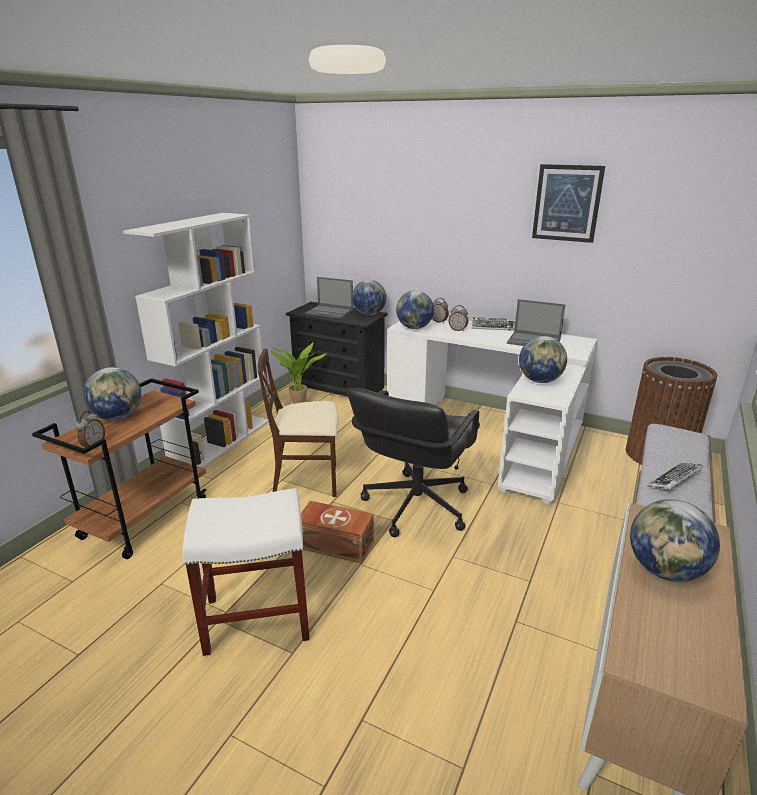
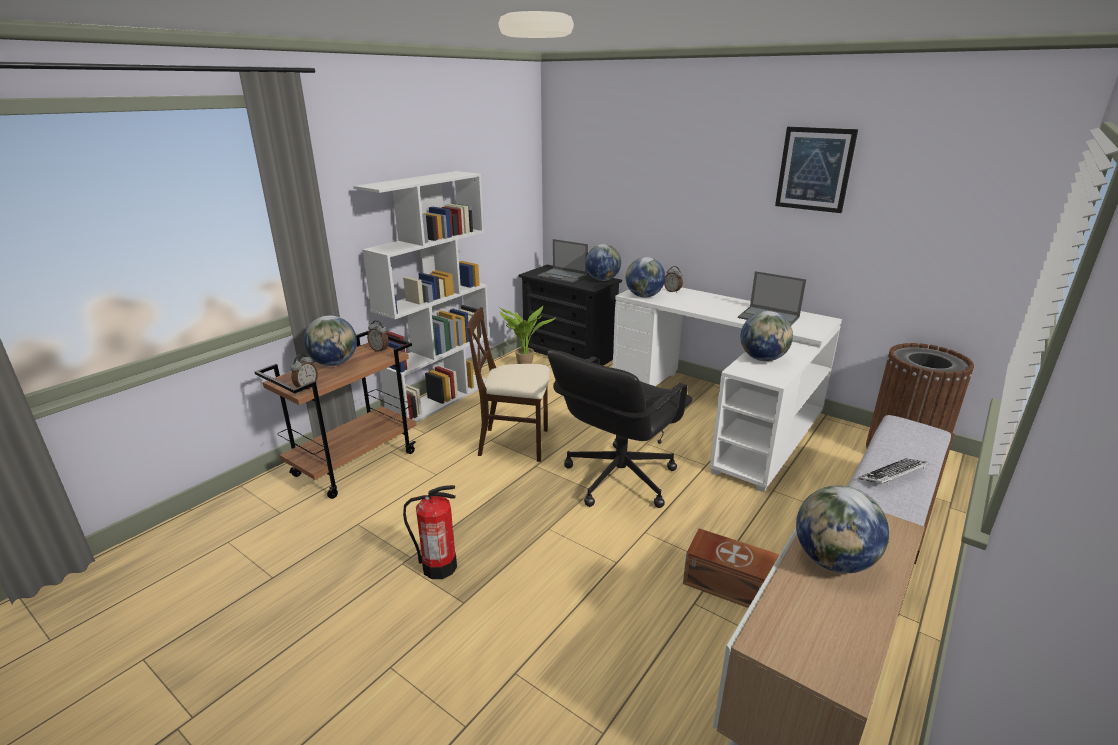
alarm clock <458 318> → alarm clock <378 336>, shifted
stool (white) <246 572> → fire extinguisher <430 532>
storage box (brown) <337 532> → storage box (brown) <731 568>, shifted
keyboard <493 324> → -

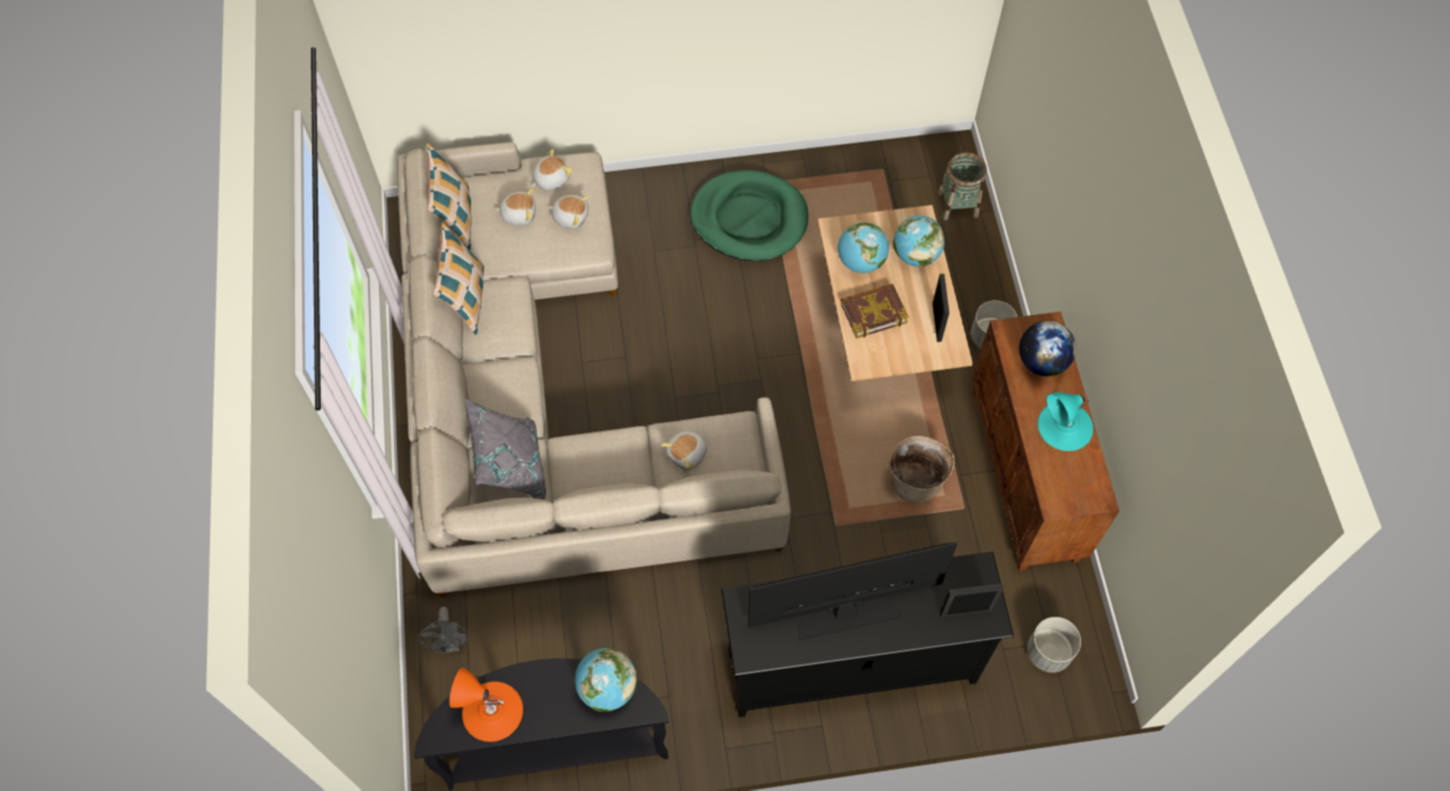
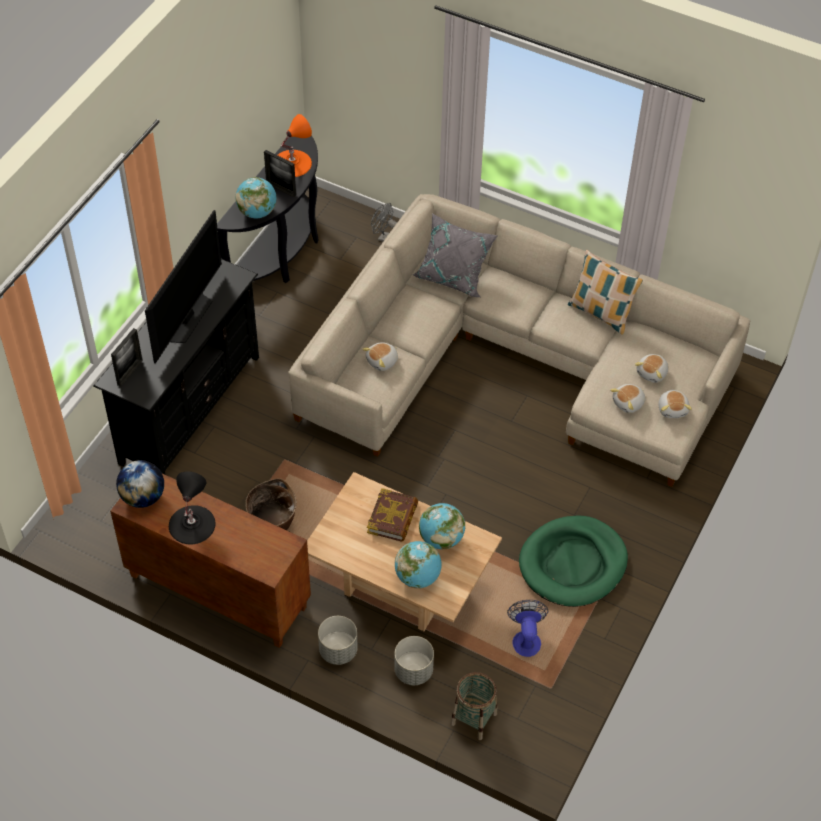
globe <1047 348> → globe <140 484>, shifted
table lamp (turquoise) <1065 421> → table lamp (black) <192 508>
picture frame <940 308> → picture frame <280 173>, shifted
plush toy <684 450> → plush toy <380 356>, 120 degrees counterclockwise
planter (grey) <1054 645> → planter (grey) <414 660>, shifted
- → fan <527 628>
pillow <449 196> → -

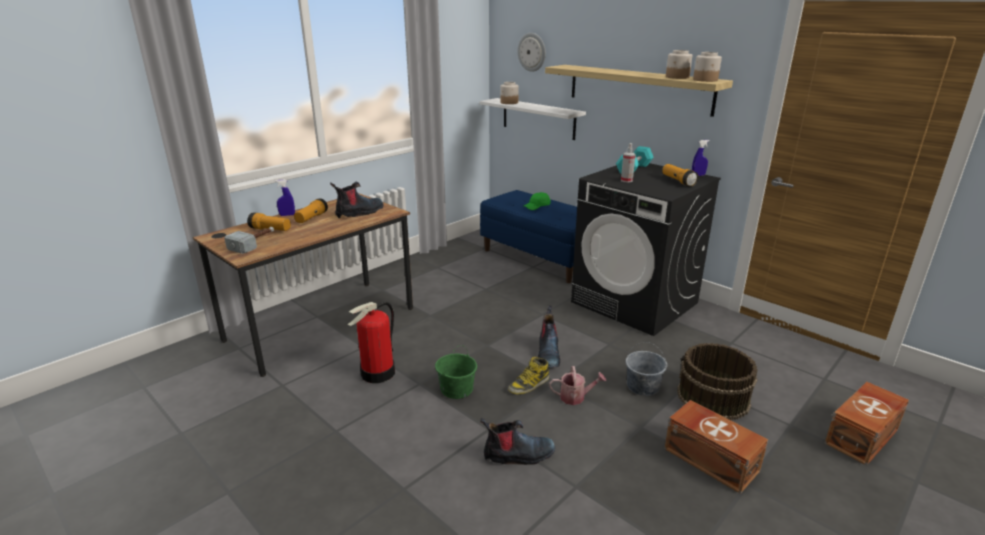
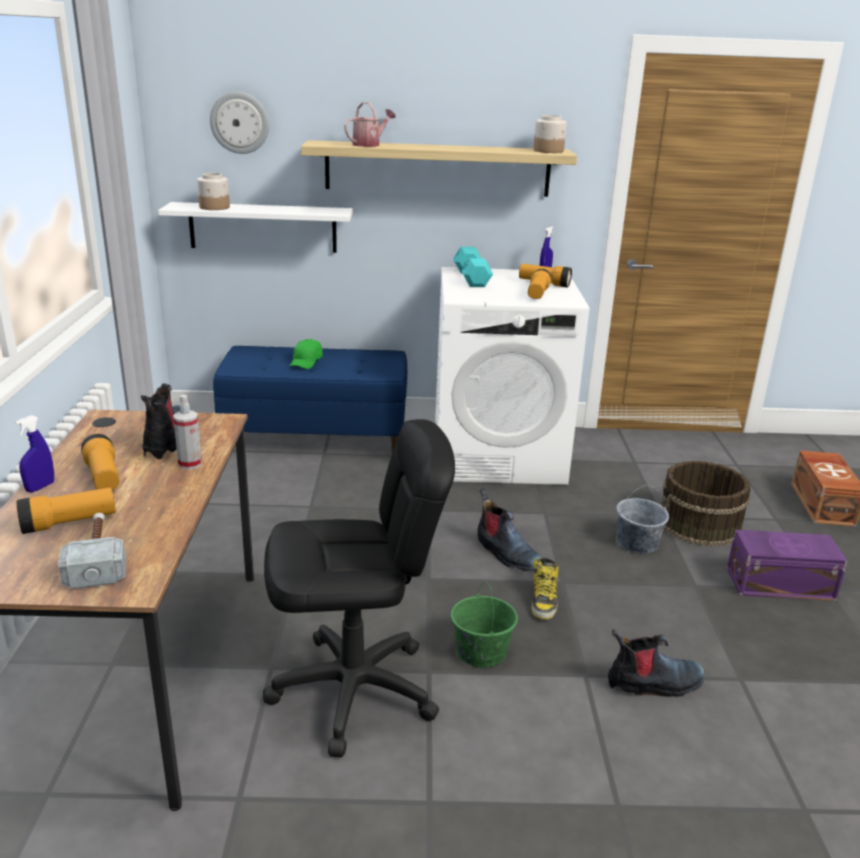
spray bottle <628 162> → spray bottle <187 432>, shifted
fire extinguisher <371 342> → office chair (black) <359 588>
watering can <577 385> → watering can <370 124>, shifted
washing machine (black) <646 249> → washing machine (white) <512 376>
- → flashlight <540 284>
boot <517 441> → boot <656 663>, 45 degrees clockwise
storage box (brown) <716 447> → storage box (purple) <787 565>
jar <679 64> → -

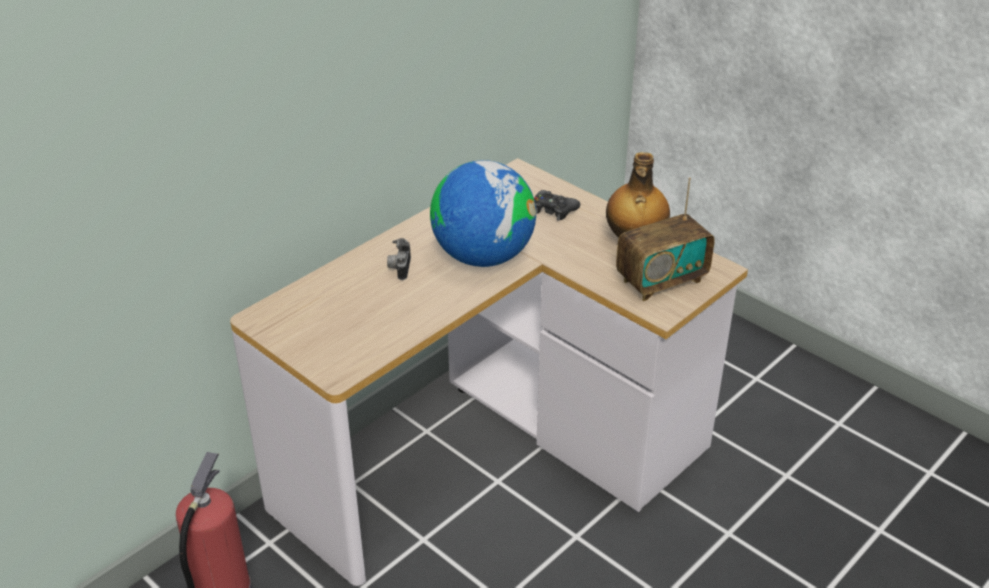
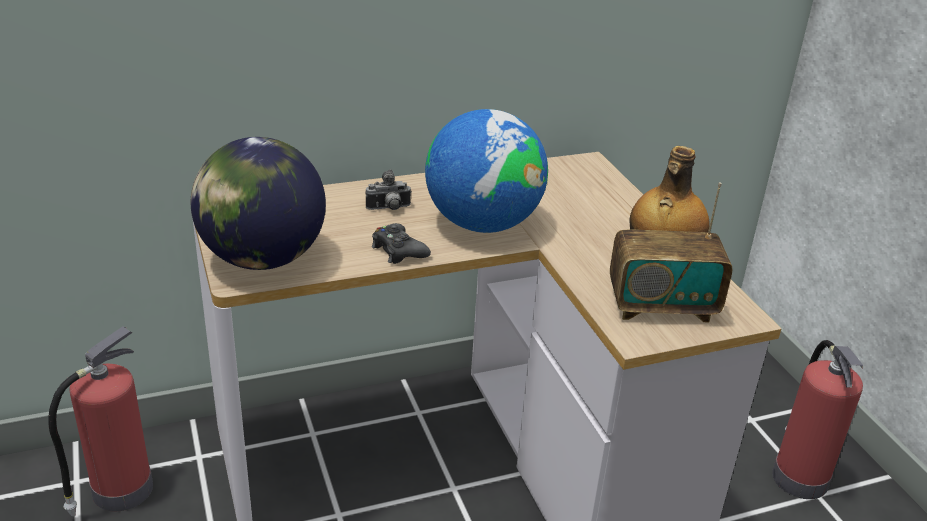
- → globe <258 203>
photo camera <399 259> → photo camera <389 189>, 135 degrees counterclockwise
game controller (black) <557 205> → game controller (black) <401 243>, shifted
- → fire extinguisher <817 419>

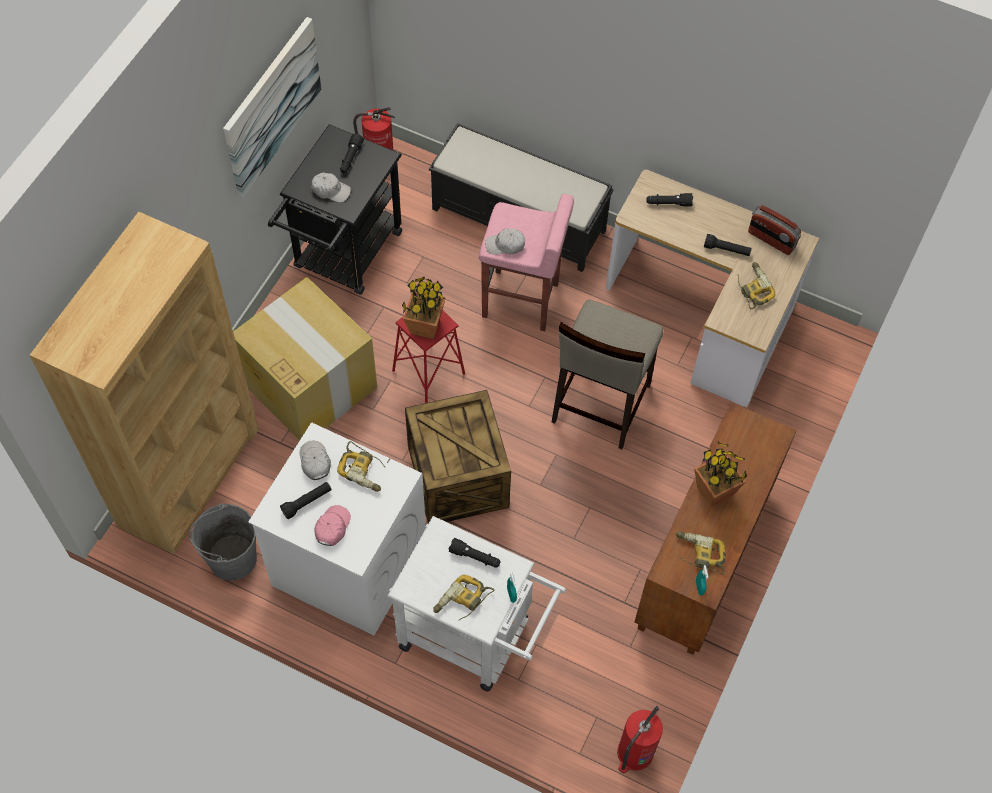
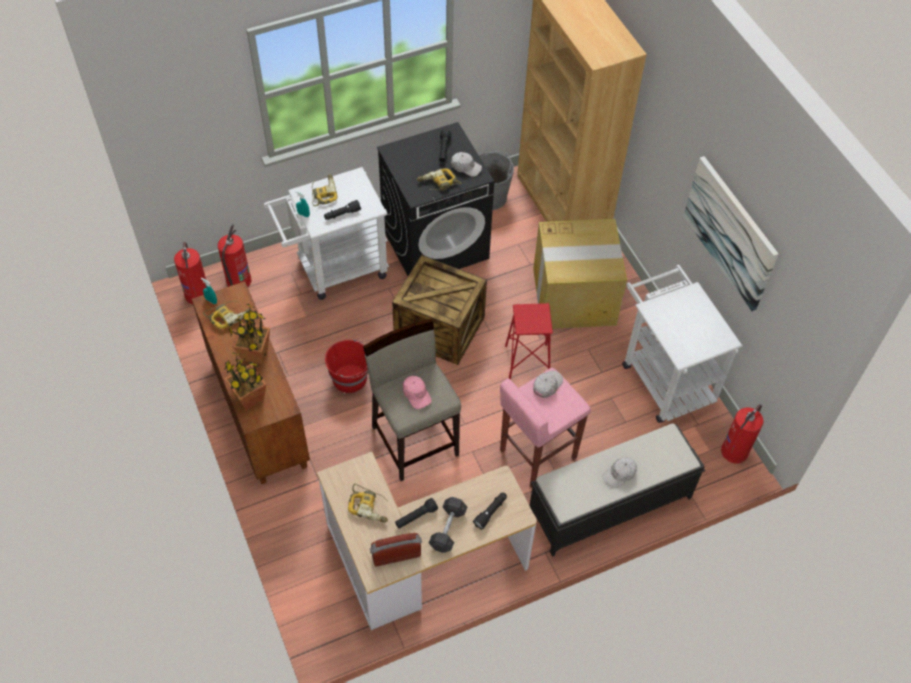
- → fire extinguisher <235 255>
potted plant <424 308> → potted plant <245 381>, shifted
- → bucket (red) <346 366>
washing machine (white) <337 529> → washing machine (black) <435 199>
cap (pink) <332 525> → cap (pink) <417 392>, shifted
- → dumbbell (grey) <448 525>
cap (white) <331 188> → cap (white) <620 472>, shifted
cart (black) <335 209> → cart (white) <682 344>
flashlight (black) <352 154> → -

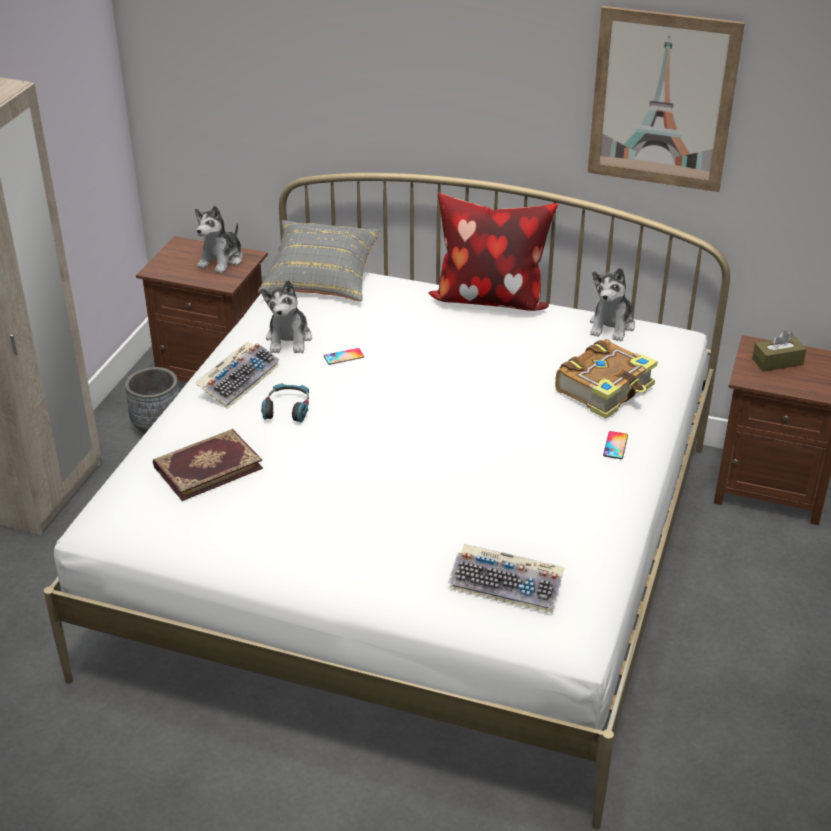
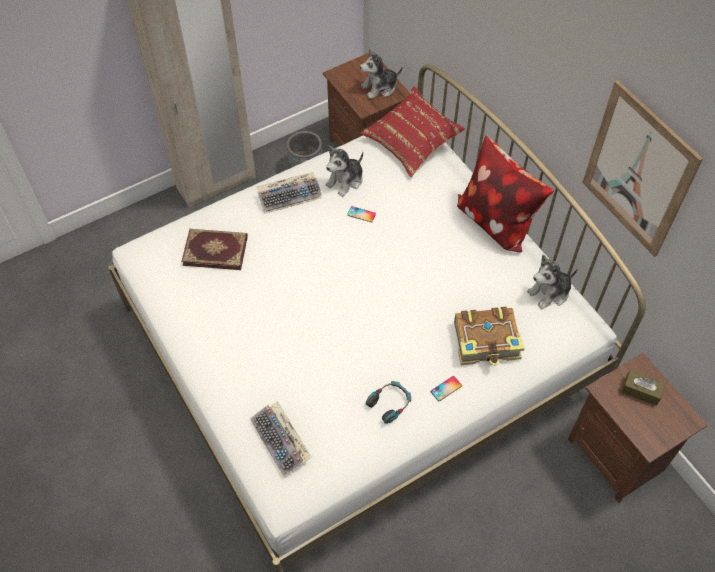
pillow (grey) <319 261> → pillow (red) <412 131>
headphones <285 402> → headphones <388 402>, shifted

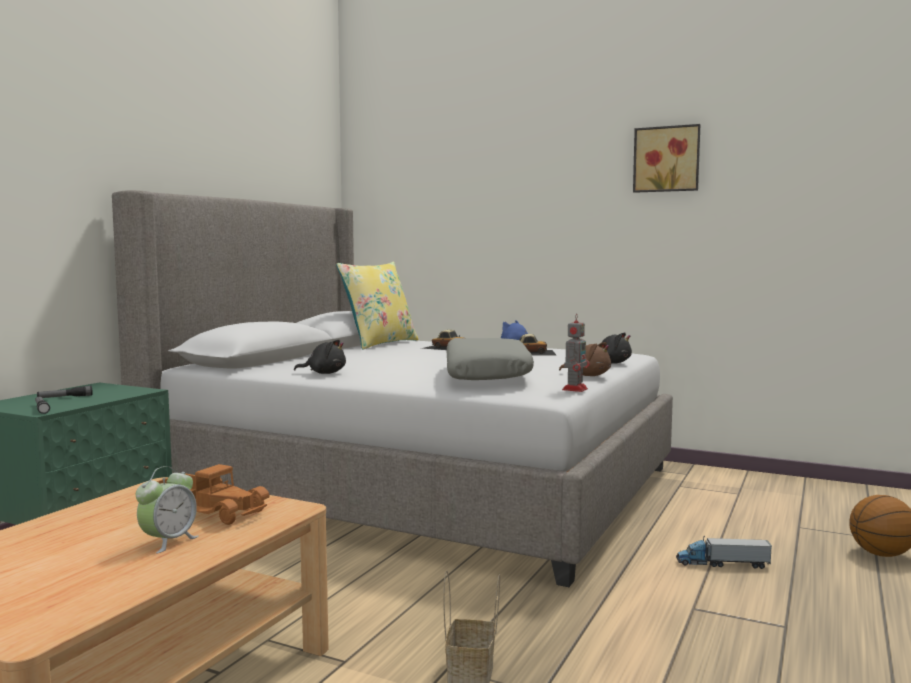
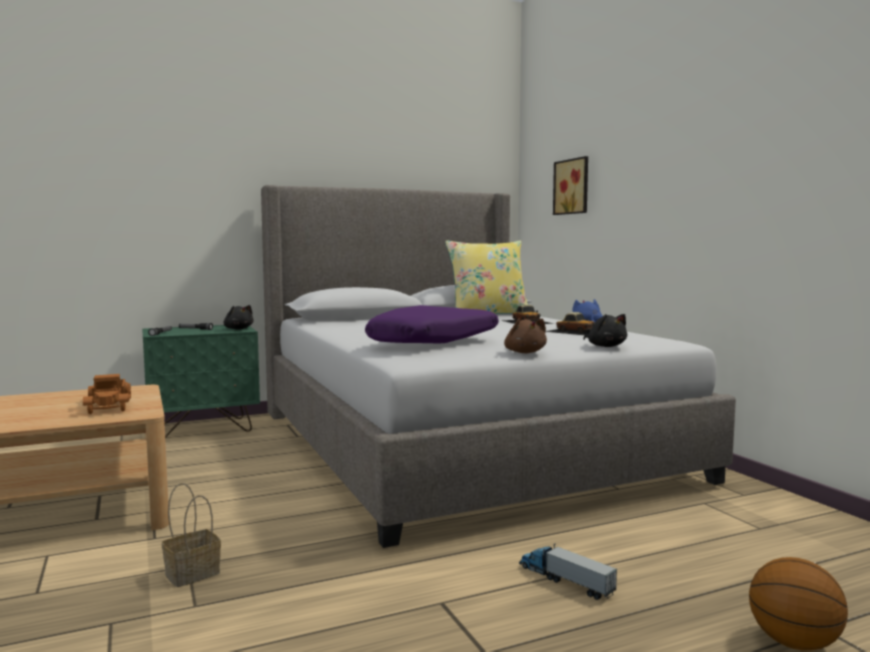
plush toy (black) <320 357> → plush toy (black) <238 317>, shifted
pillow (grey) <490 359> → pillow (purple) <432 324>
picture <666 158> → picture <570 185>, shifted
alarm clock <167 510> → -
toy robot <576 352> → -

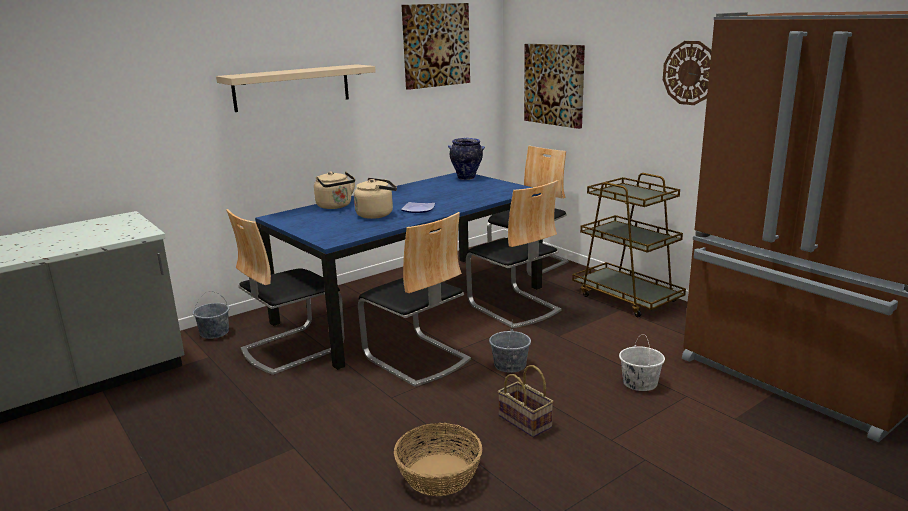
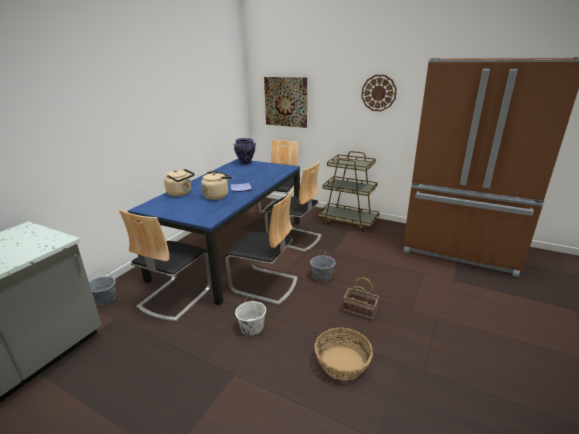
bucket (white) <642 362> → bucket (white) <250 315>, shifted
shelf (beige) <296 88> → -
picture <436 46> → -

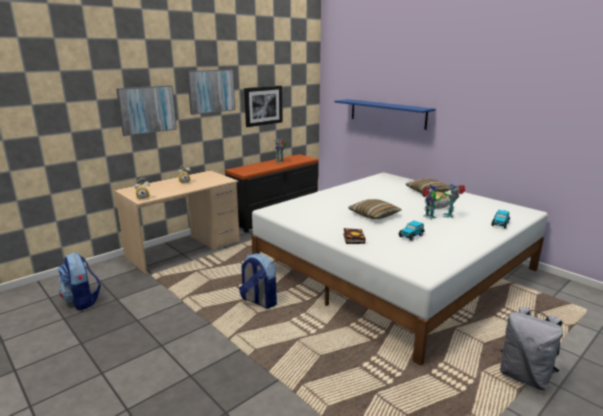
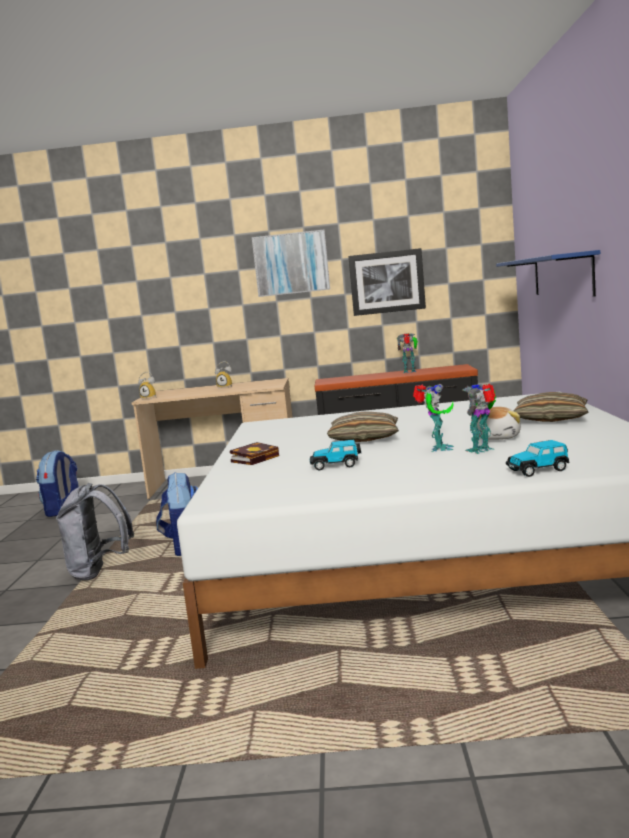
backpack (grey) <531 348> → backpack (grey) <95 532>, shifted
picture <146 110> → -

